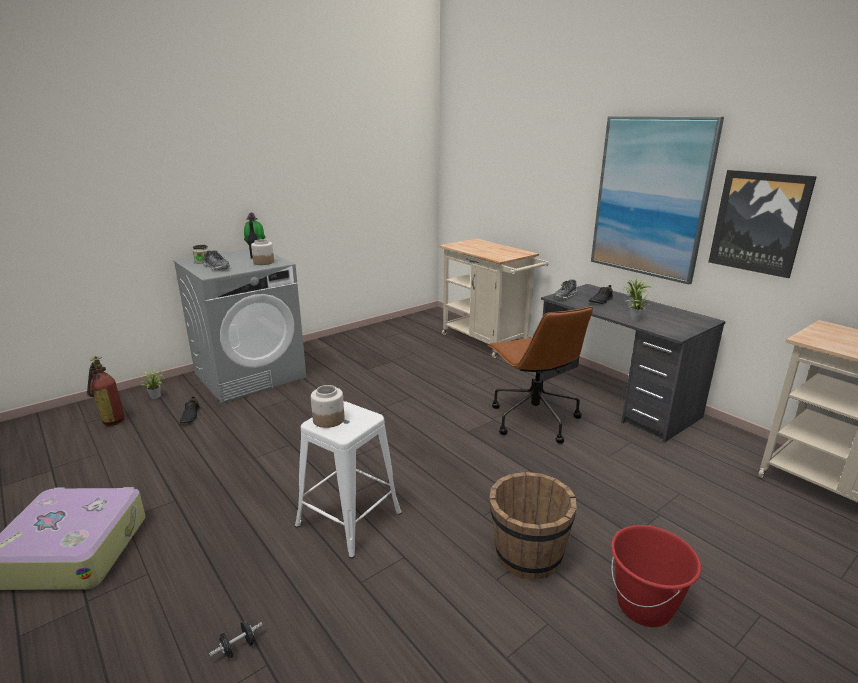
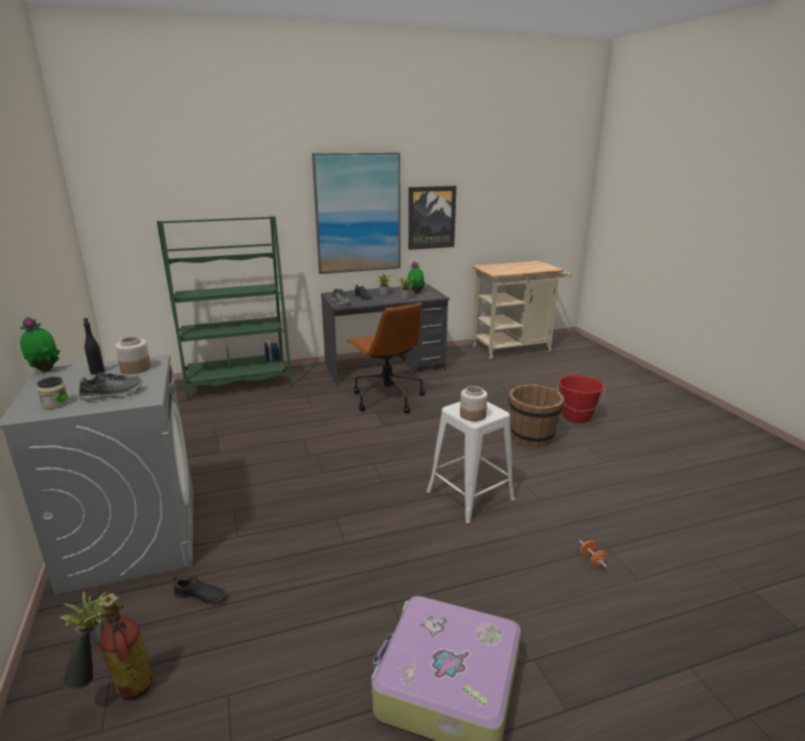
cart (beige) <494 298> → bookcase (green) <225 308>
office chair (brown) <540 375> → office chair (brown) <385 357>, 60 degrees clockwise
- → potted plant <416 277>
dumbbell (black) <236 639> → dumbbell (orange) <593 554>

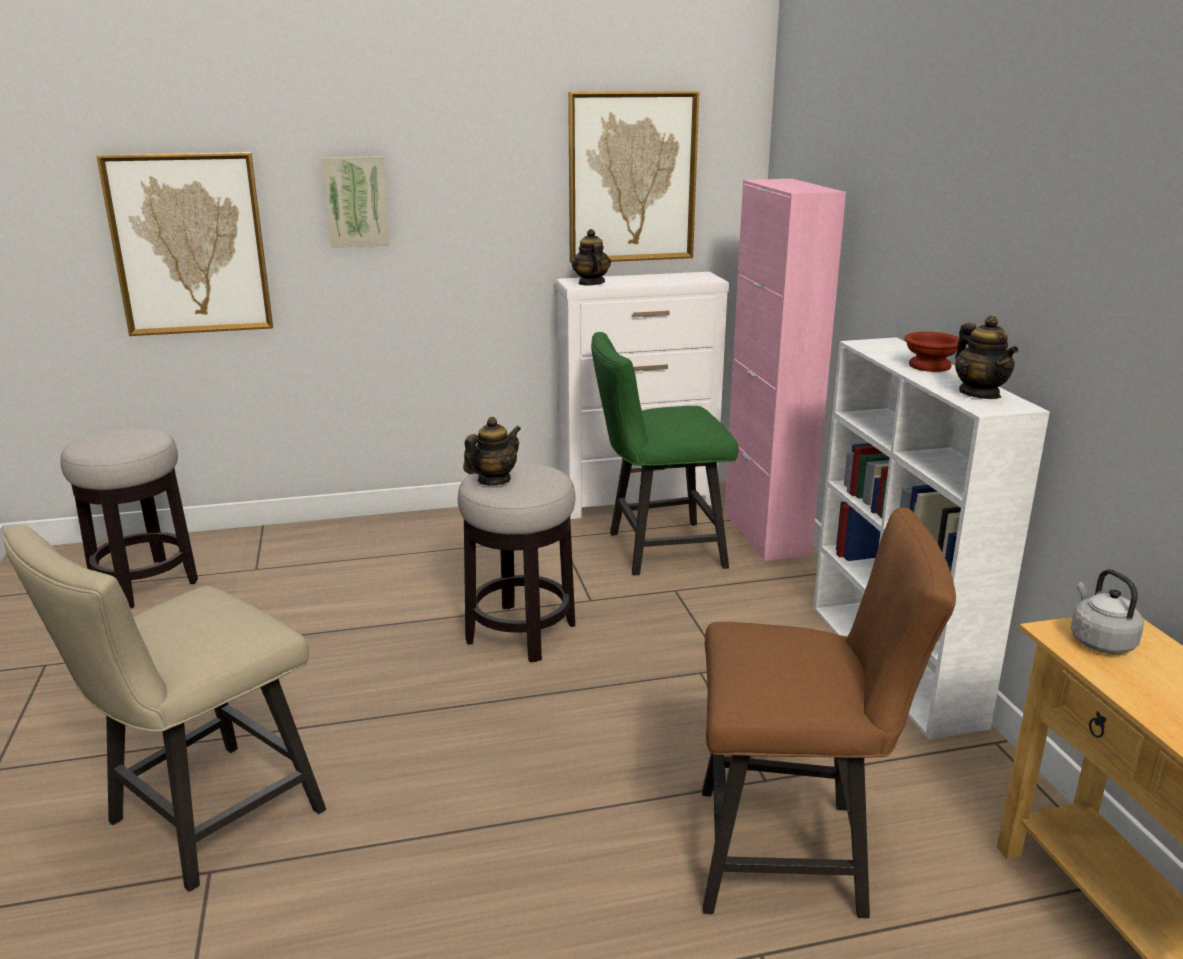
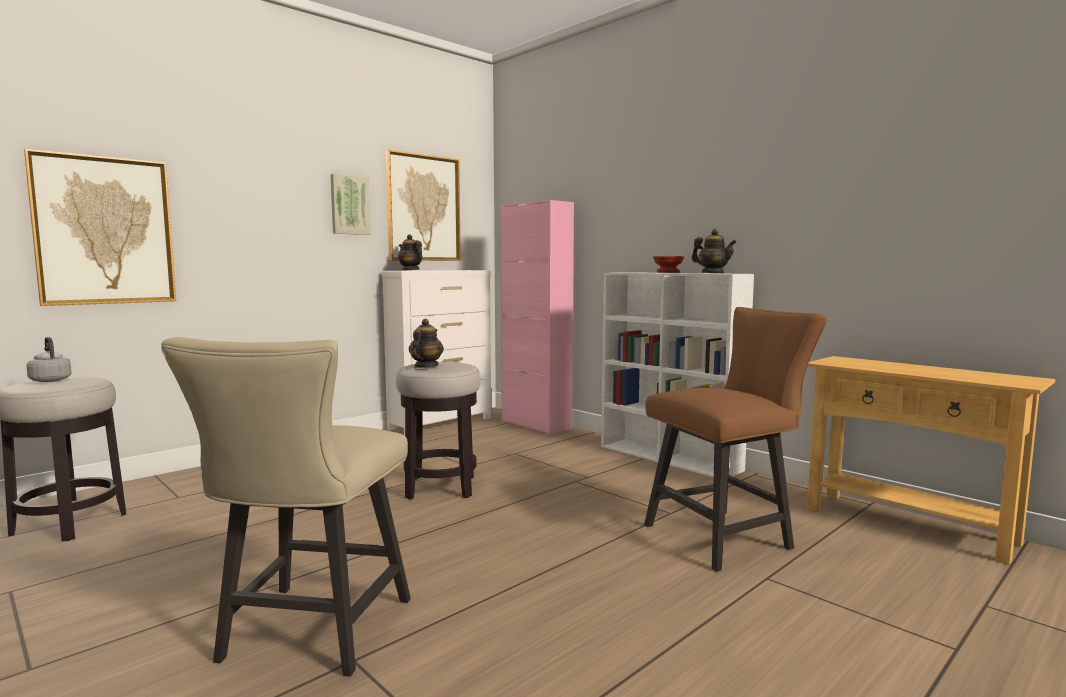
kettle (grey) <1107 611> → kettle (grey) <49 359>, shifted
picture <356 202> → picture <350 204>, shifted
chair (green) <665 453> → -

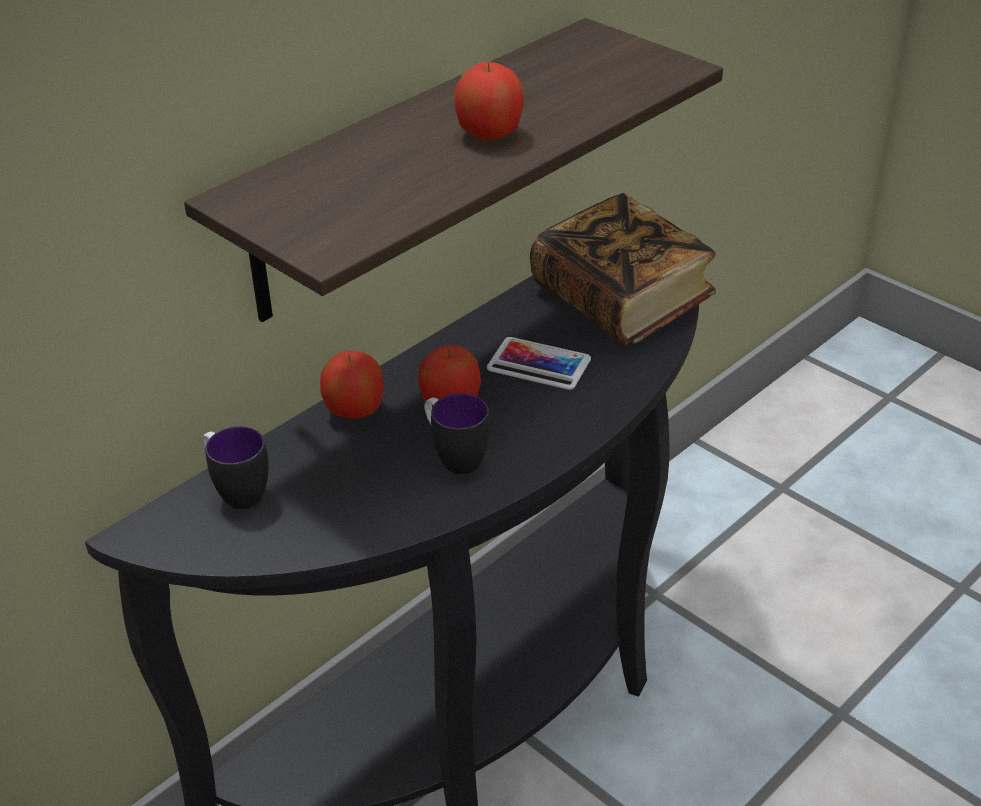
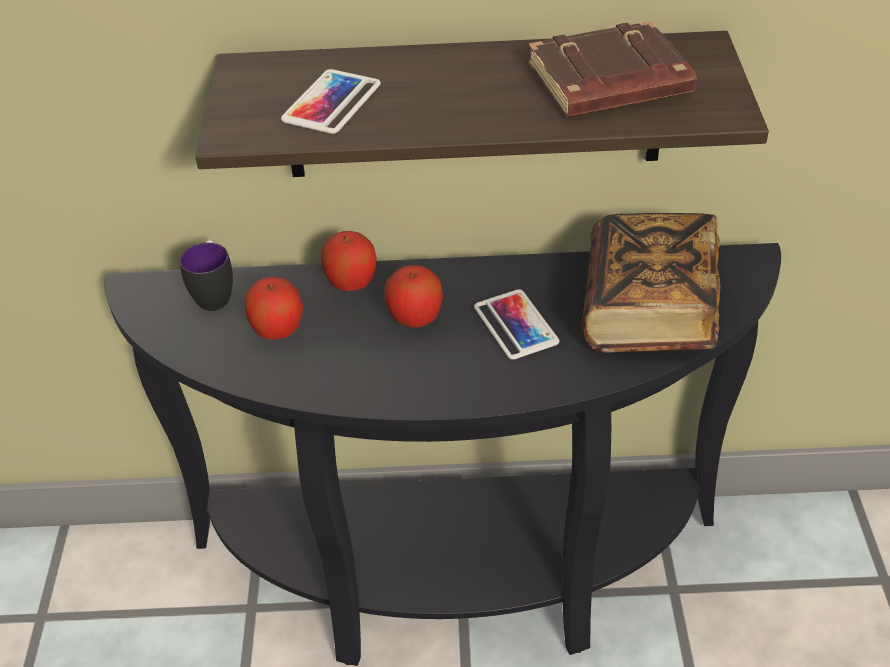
apple <489 101> → apple <273 308>, shifted
- → phone <331 101>
- → book (brown) <613 69>
mug <457 434> → -

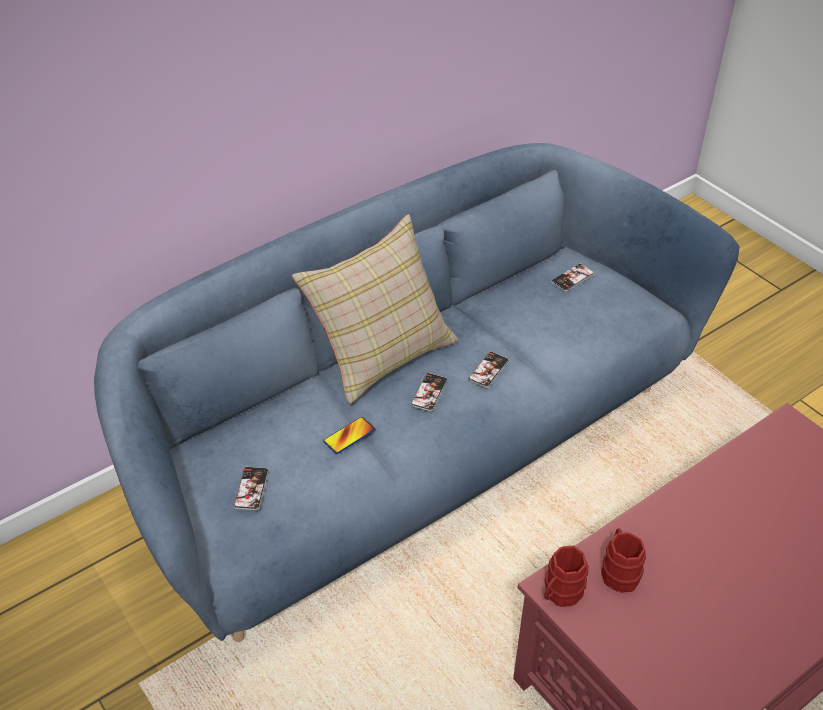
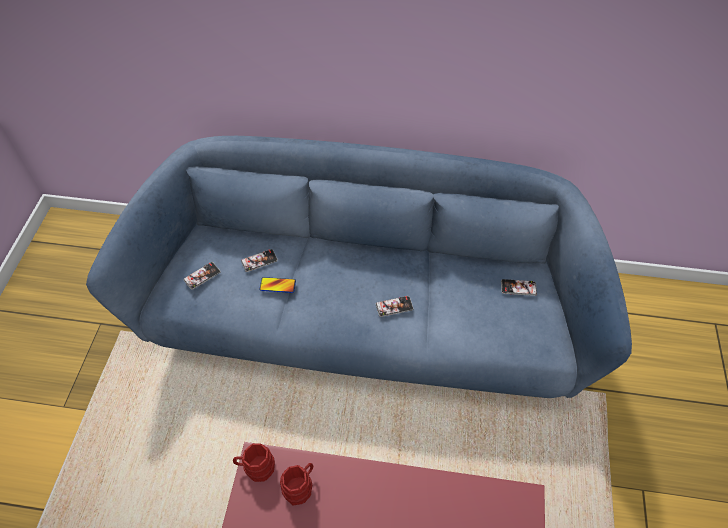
phone <429 392> → phone <259 260>, shifted
pillow (beige) <375 309> → -

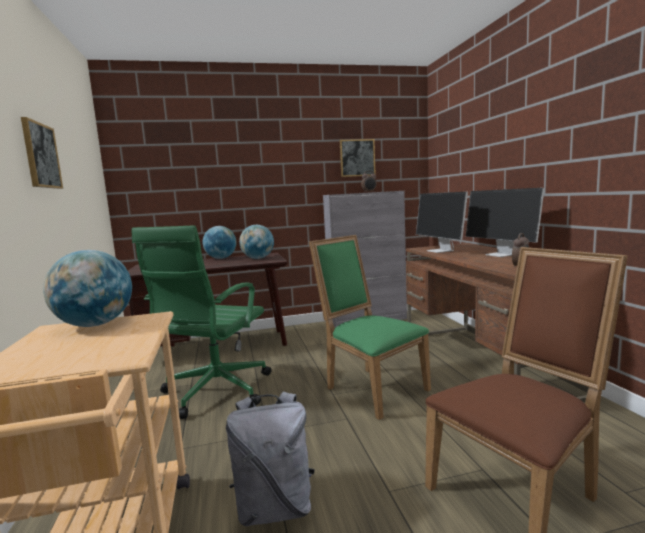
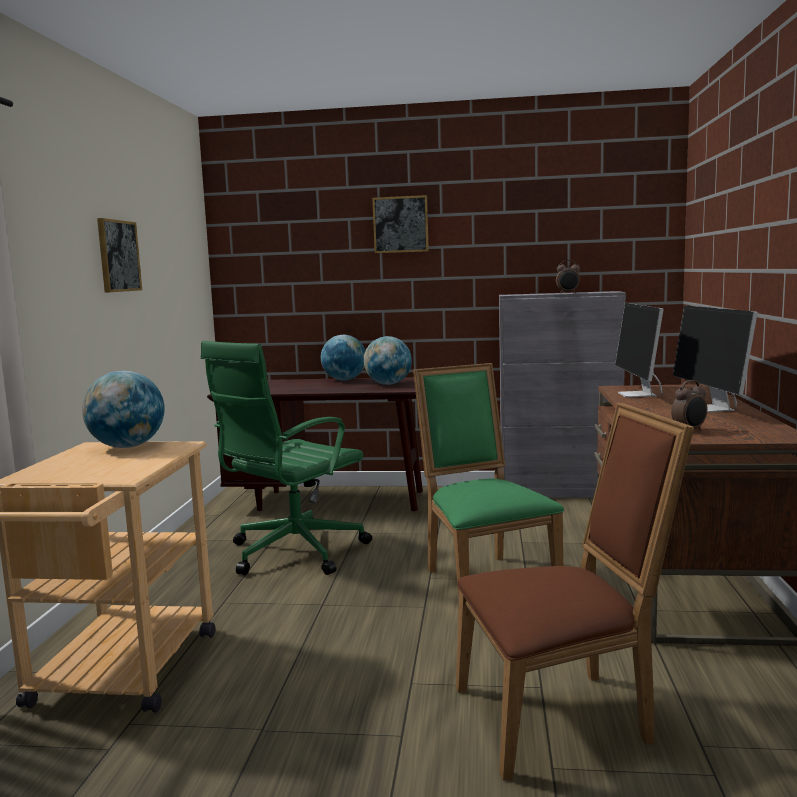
picture <358 158> → picture <400 224>, shifted
backpack (grey) <270 459> → -

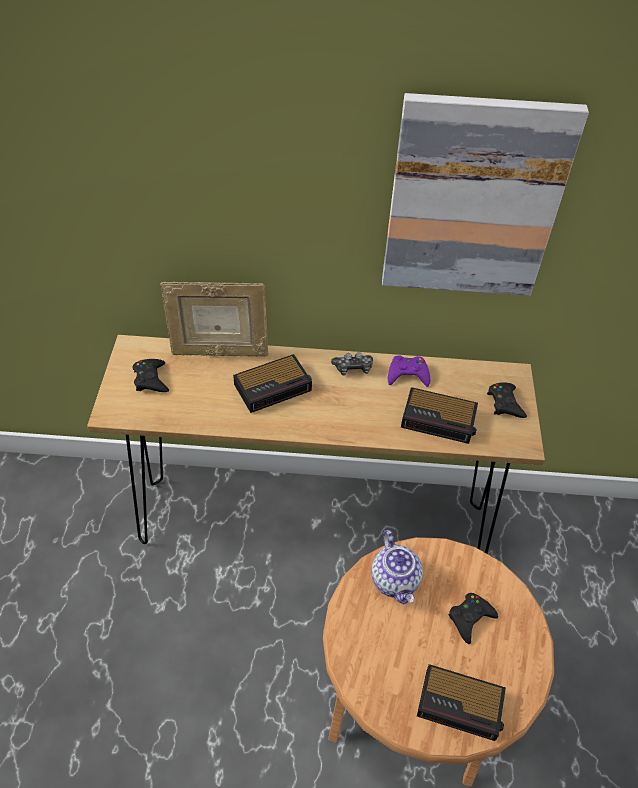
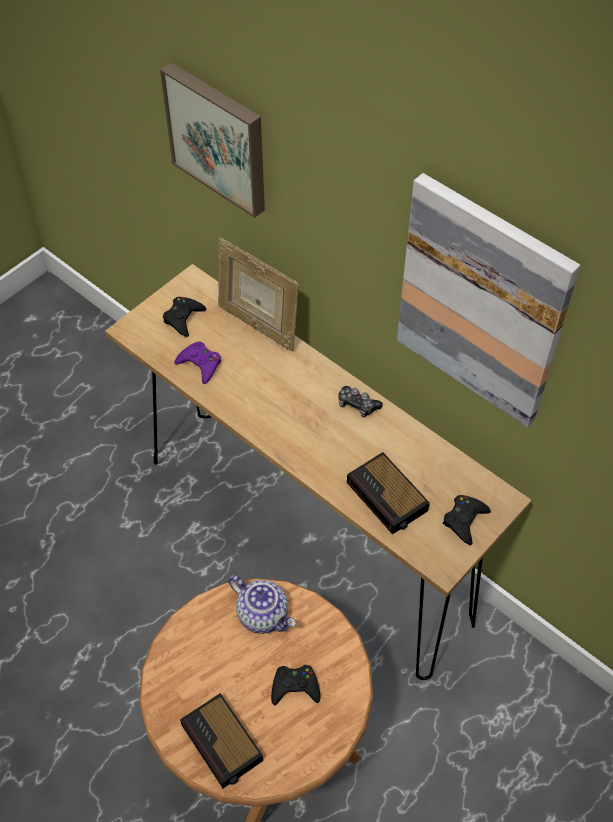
- → picture <212 140>
game controller (purple) <409 371> → game controller (purple) <198 362>, shifted
teapot <397 567> → teapot <262 604>, 75 degrees counterclockwise
alarm clock <272 383> → -

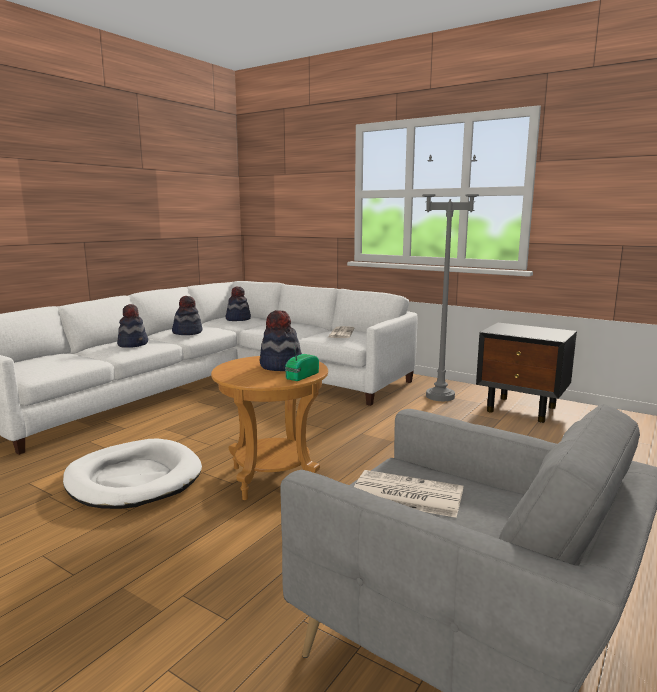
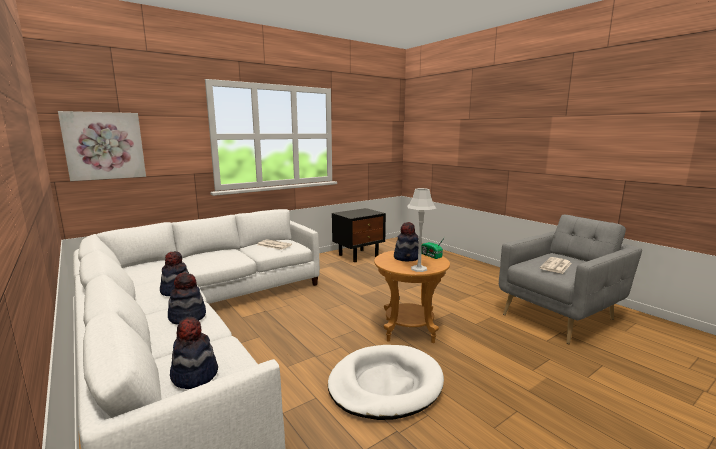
- → picture <102 146>
hat <238 303> → hat <194 353>, shifted
- → table lamp (grey) <421 230>
floor lamp (grey) <450 278> → -

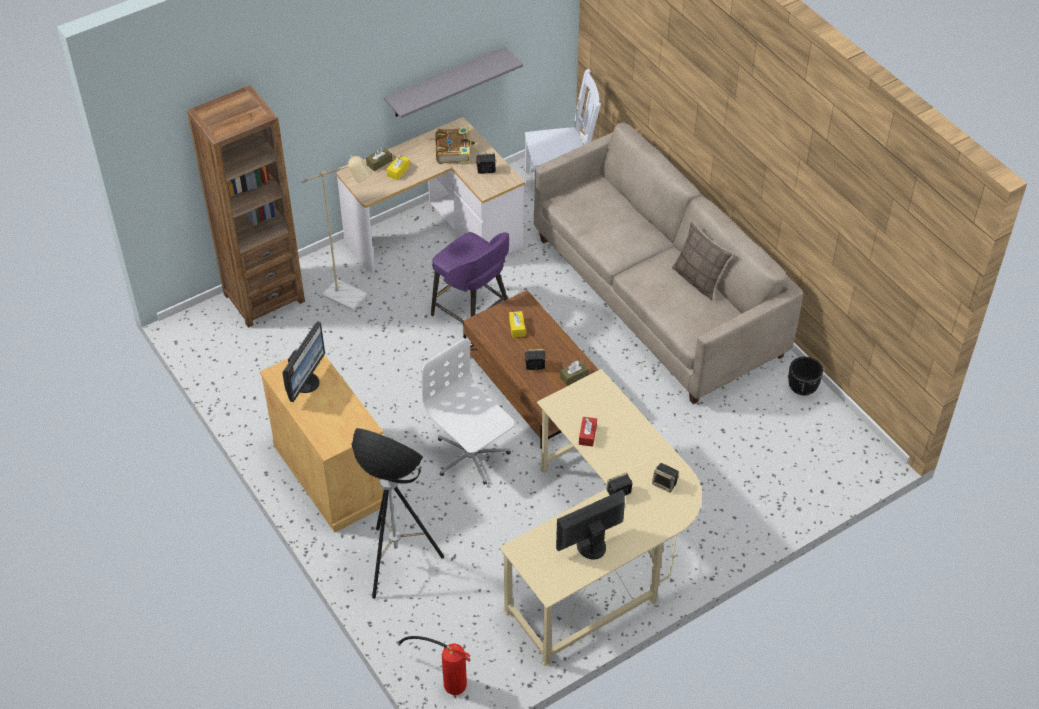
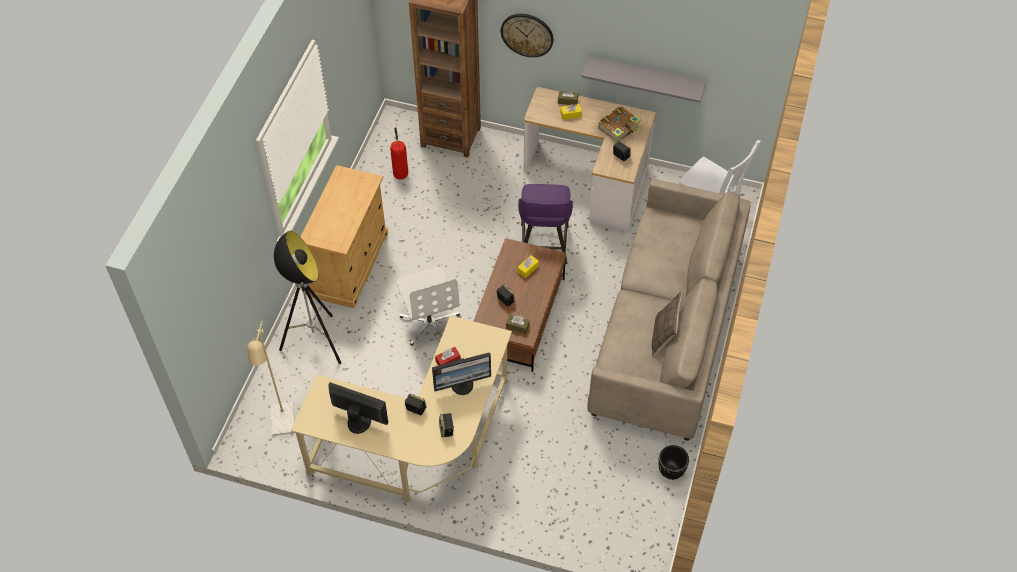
floor lamp (beige) <336 233> → floor lamp (beige) <271 378>, shifted
fire extinguisher <434 665> → fire extinguisher <399 153>, shifted
office chair (white) <468 411> → office chair (white) <428 306>, 150 degrees clockwise
monitor <303 361> → monitor <461 373>, shifted
- → wall clock <527 35>

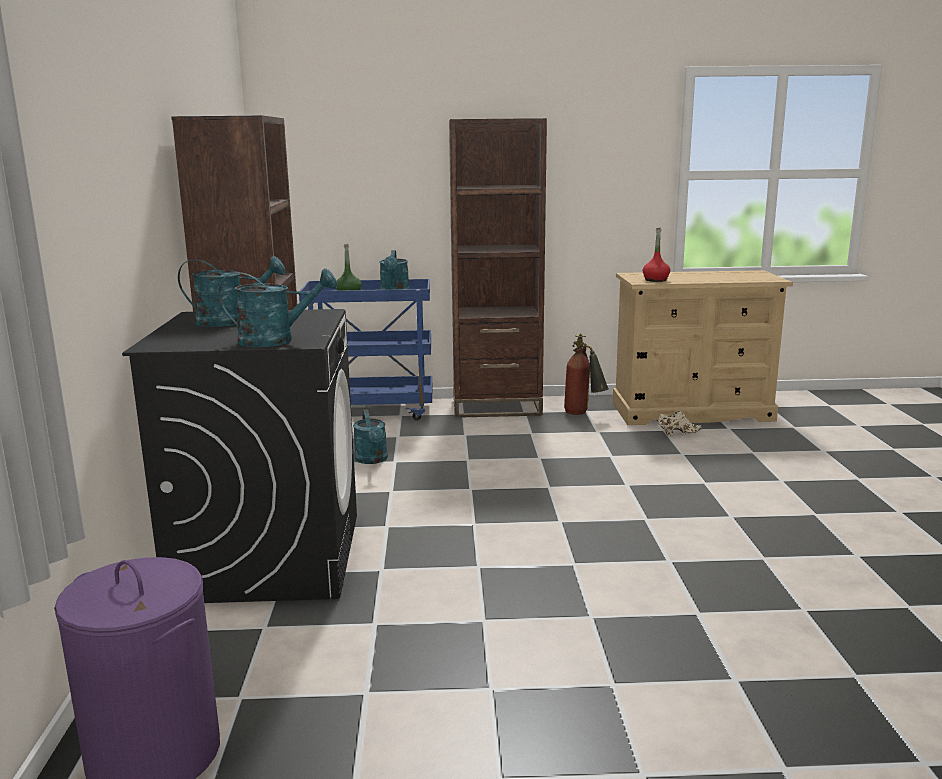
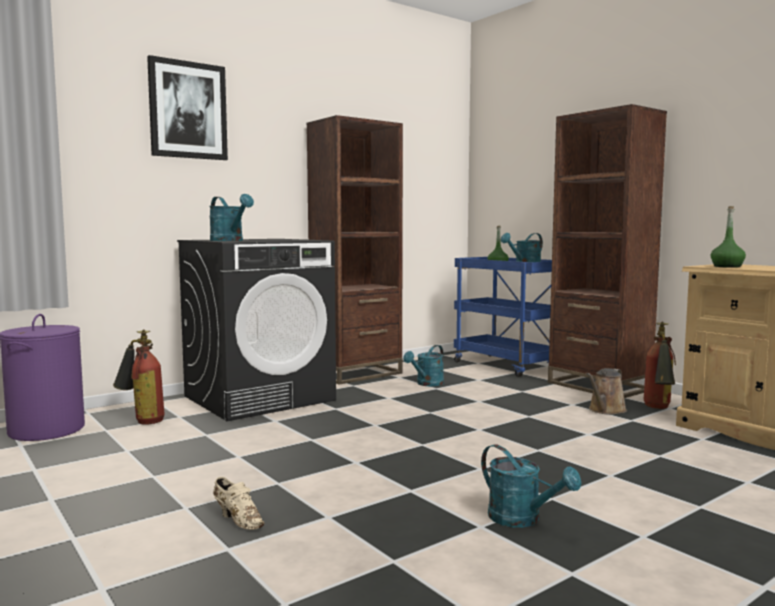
- → fire extinguisher <139 377>
- → picture <187 107>
shoe (beige) <680 423> → shoe (beige) <239 503>, shifted
watering can (turquoise) <232 291> → watering can (turquoise) <531 486>, shifted
- → watering can (brown) <606 391>
bottle (red) <656 255> → bottle (green) <728 237>

